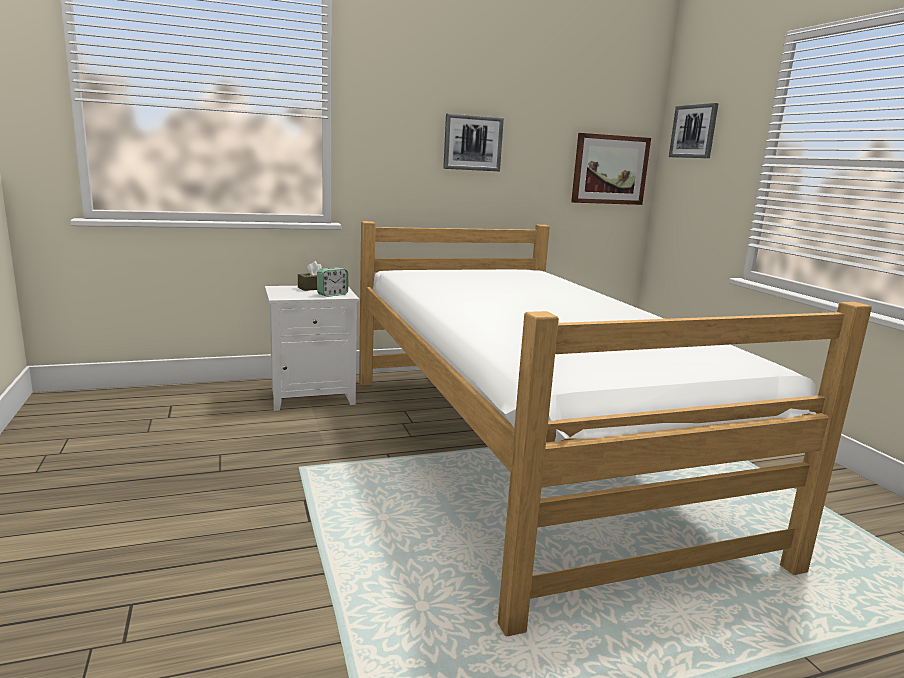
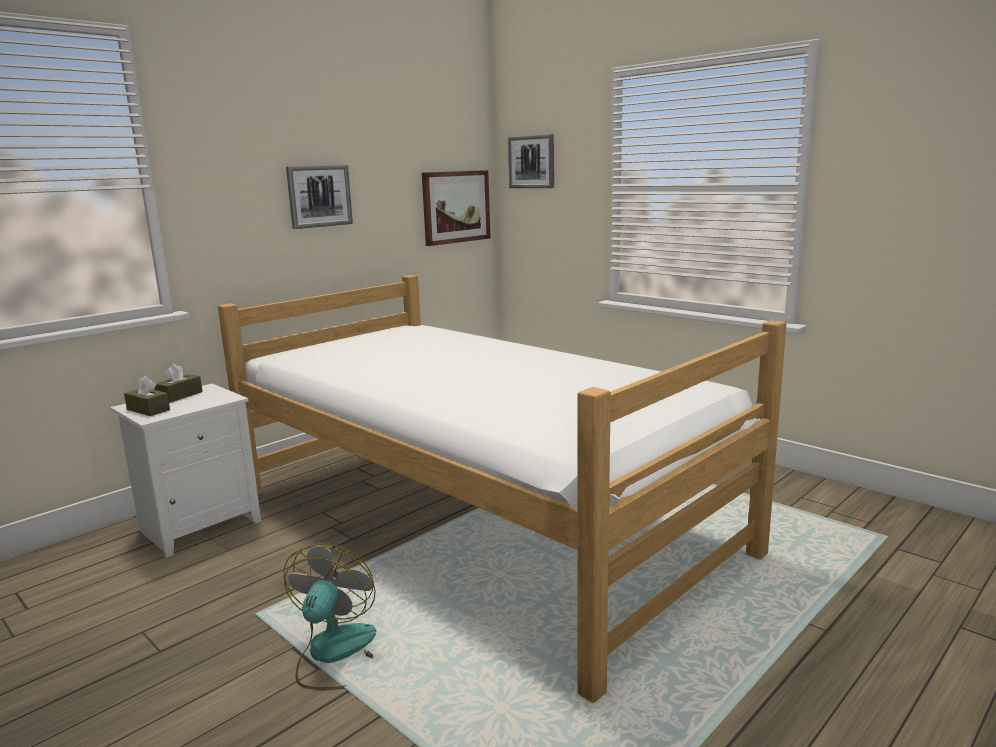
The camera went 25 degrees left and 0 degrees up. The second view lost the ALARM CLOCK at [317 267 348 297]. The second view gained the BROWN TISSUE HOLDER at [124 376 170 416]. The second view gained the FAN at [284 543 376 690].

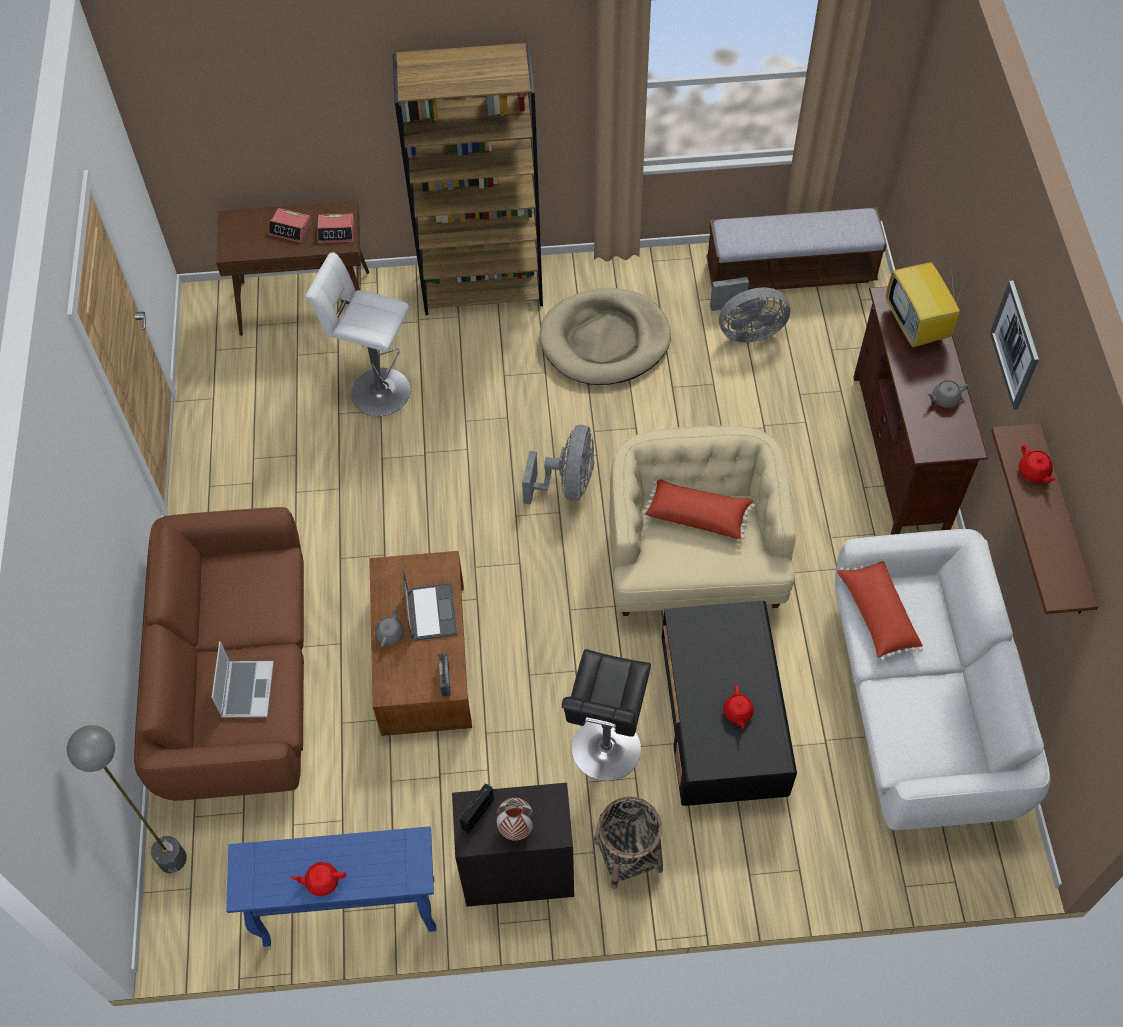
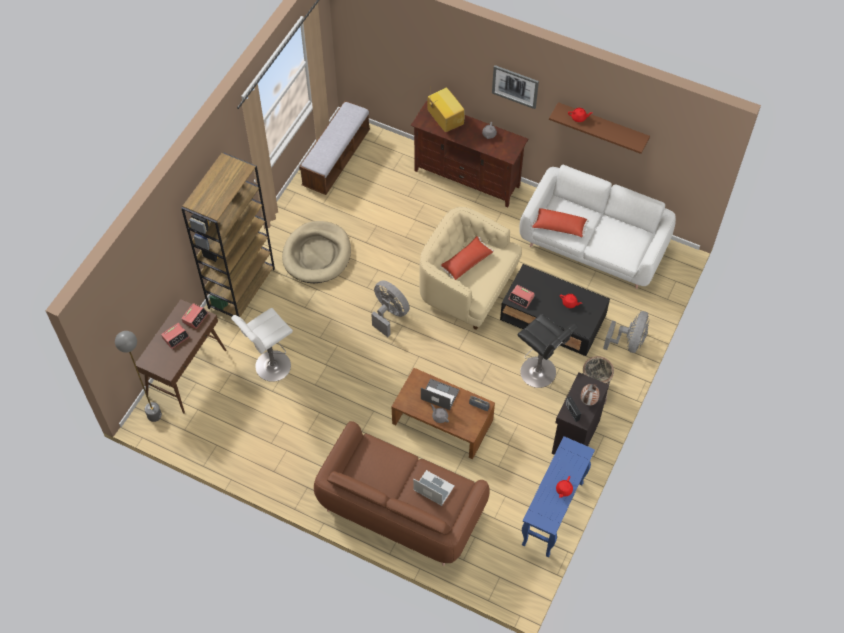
The camera went 60 degrees left and 0 degrees up. The TELEVISION at [886 262 967 347] ended up facing another way, 135 degrees counterclockwise from before. The GREY FAN ended up elsewhere, having gone from [710 277 790 342] to [603 311 649 353]. The GREY STANDARD LAMP ended up elsewhere, having gone from [67 725 187 873] to [115 331 162 422]. The second view gained the ALARM CLOCK at [508 285 535 308].

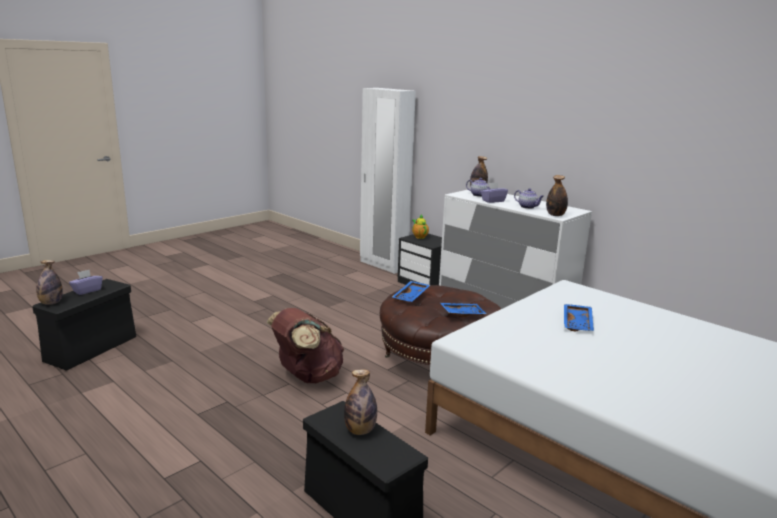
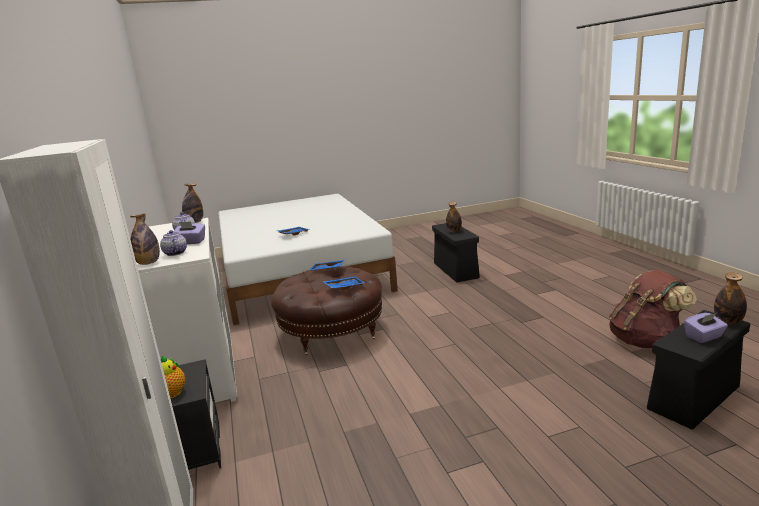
The camera went 150 degrees left and 0 degrees up. The BROWN RUCKSACK ended up elsewhere, having gone from [267 308 344 383] to [609 270 697 348].

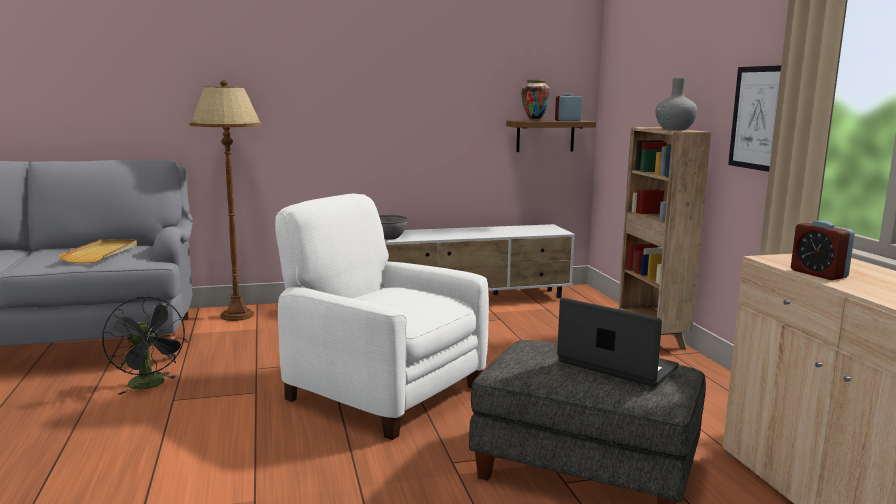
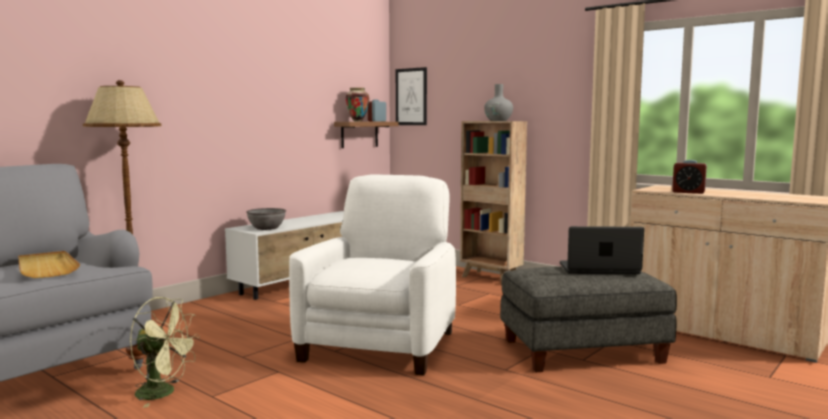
The camera went 35 degrees left and 5 degrees down. The WALL ART ended up elsewhere, having gone from [728 65 781 172] to [396 67 427 125]. The WHITE LOUNGE CHAIR at [275 193 489 440] ended up facing another way, 105 degrees clockwise from before. What was the BLACKISH FAN at [102 296 188 395] turned into the GREEN-COLOURED FAN at [130 297 200 408].

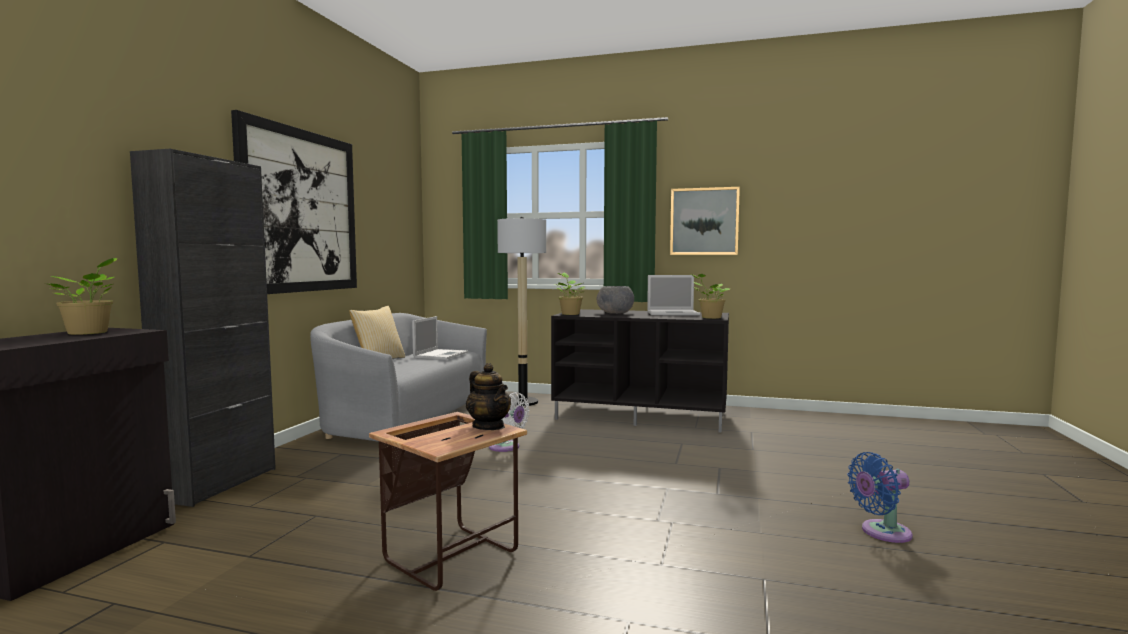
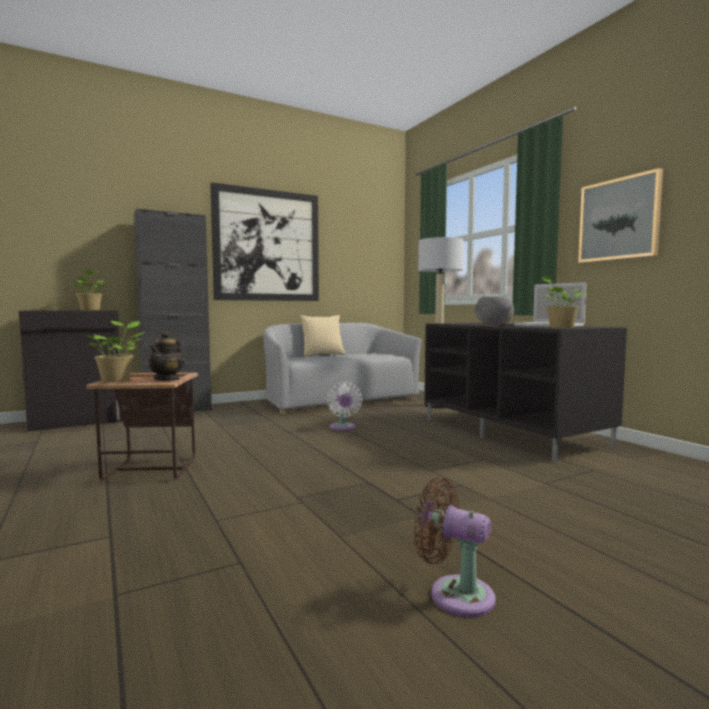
The camera went 45 degrees right and 0 degrees up. The PLANT IN A POT ended up elsewhere, having gone from [555 273 585 315] to [87 321 145 383]. The second view lost the NOTEBOOK COMPUTER at [412 316 468 360]. What was the BLUE-COLOURED FAN at [847 452 913 543] turned into the BROWN FAN at [414 477 495 617].

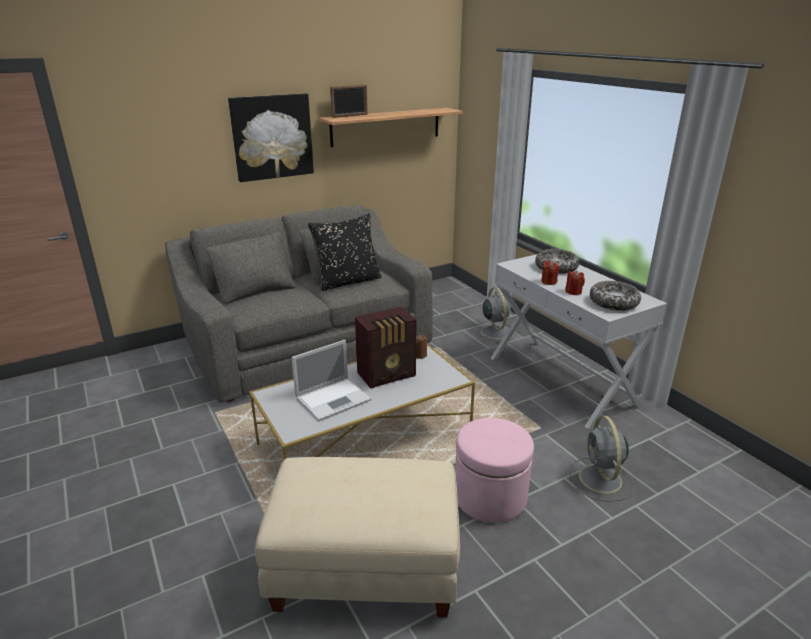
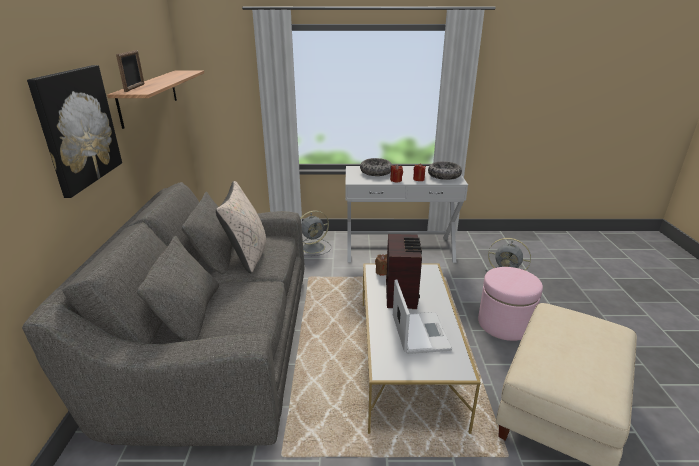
The camera went 60 degrees left and 0 degrees up. What was the BLACKISH THROW PILLOW at [308 213 382 291] turned into the BEIGE THROW PILLOW at [216 181 266 273]. The GREY FAN at [473 287 516 344] ended up facing another way, 135 degrees clockwise from before.

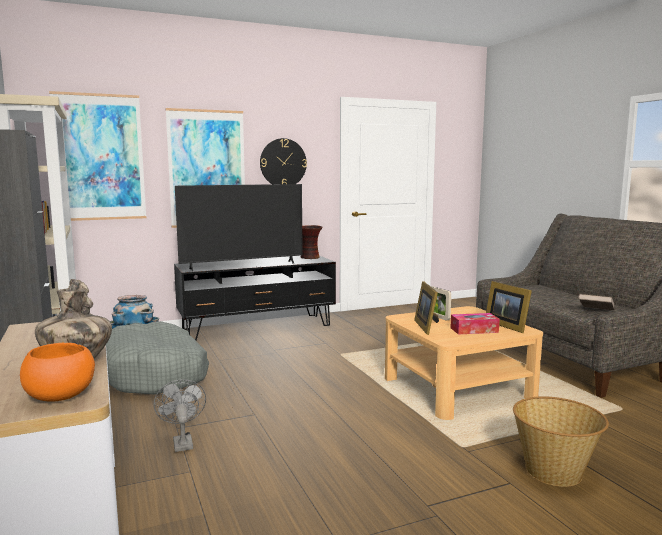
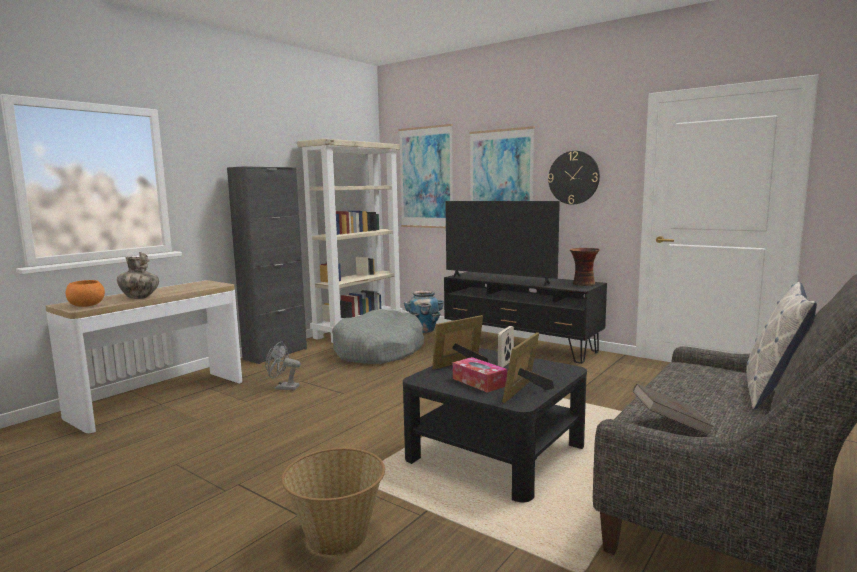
The camera went 60 degrees right and 0 degrees up. What was the BEIGE COFFEE TABLE at [385 306 543 420] turned into the BLACKISH COFFEE TABLE at [403 348 587 502]. The GREY FAN at [154 379 206 452] ended up facing another way, 120 degrees counterclockwise from before. The second view gained the THROW PILLOW at [746 282 817 410].

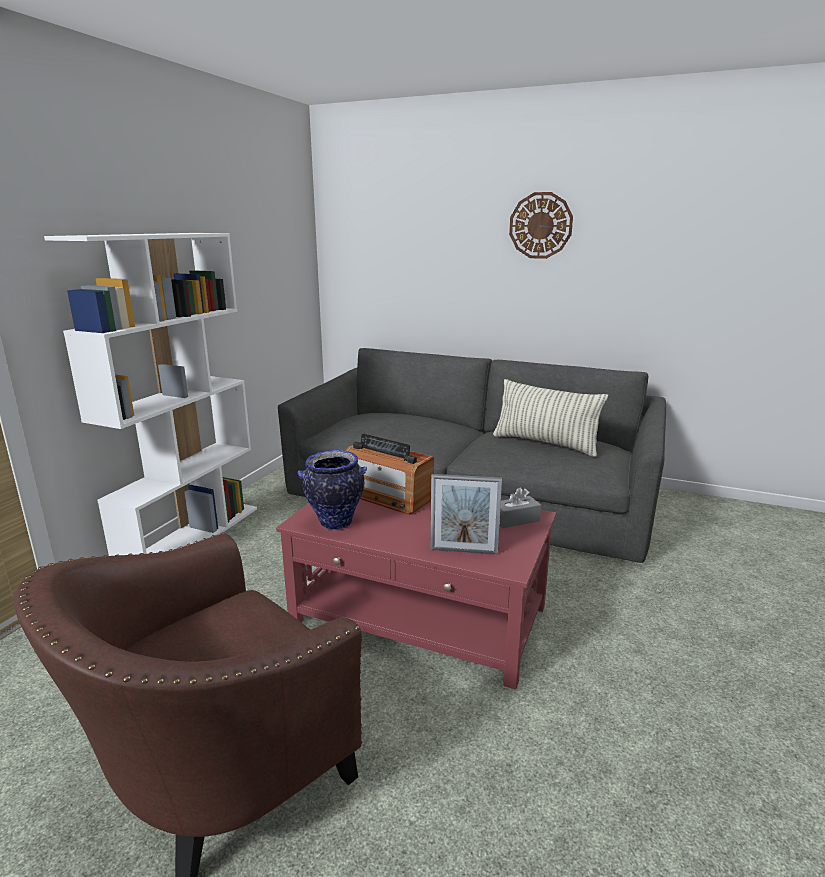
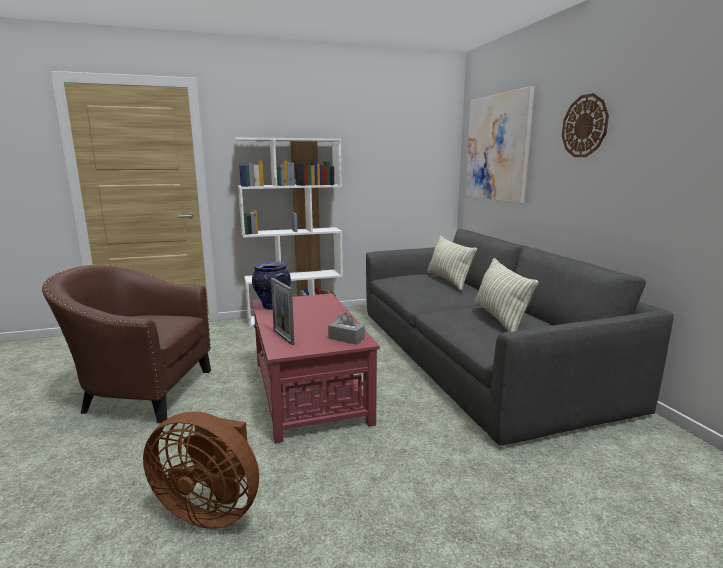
The camera went 50 degrees right and 5 degrees down. The second view lost the RADIO RECEIVER at [345 433 434 515]. The second view gained the WALL ART at [465 86 535 203]. The second view gained the THROW PILLOW at [427 236 477 290]. The second view gained the BROWN FAN at [143 411 259 529].

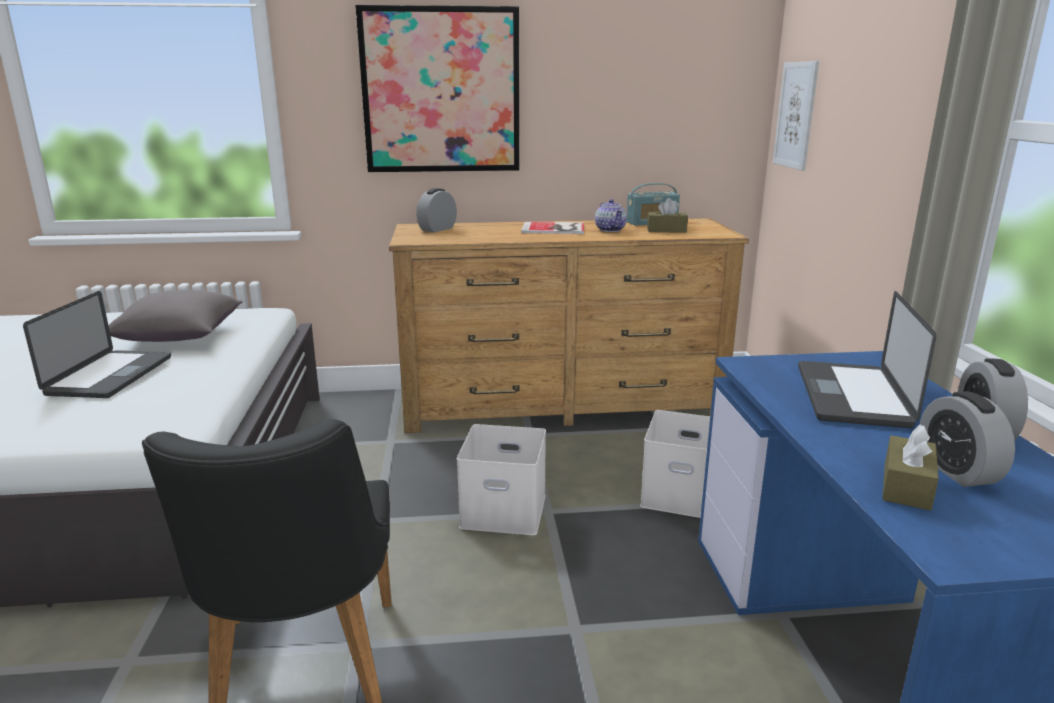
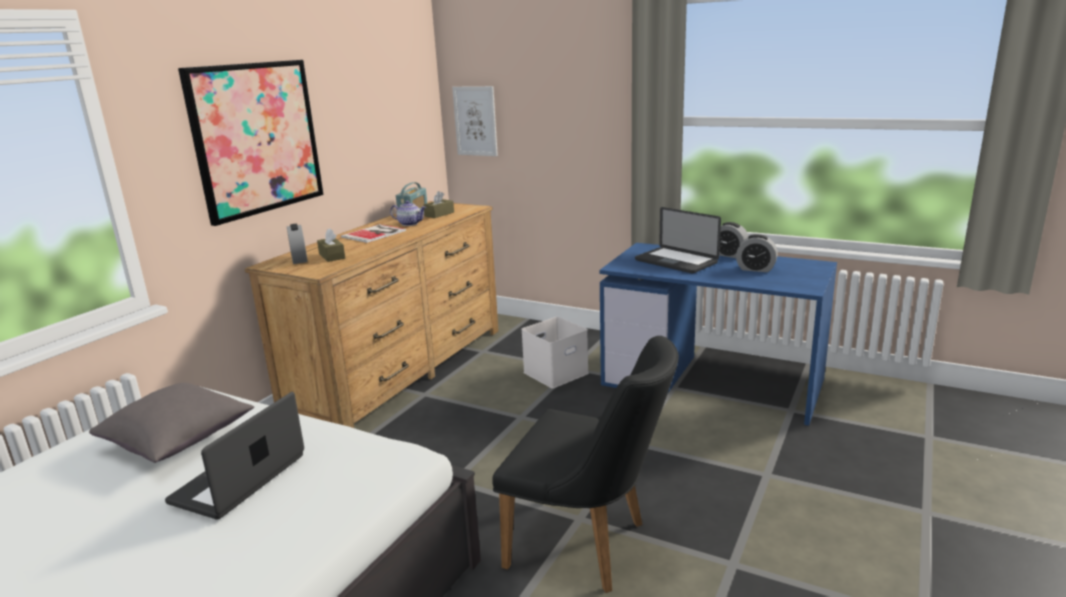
The camera went 55 degrees left and 0 degrees up. The NOTEBOOK COMPUTER at [23 291 171 398] ended up facing another way, 105 degrees counterclockwise from before. The second view lost the WHITE STORAGE CONTAINER at [457 424 546 535]. The BROWN TISSUE HOLDER ended up elsewhere, having gone from [882 425 939 511] to [317 228 345 262].

